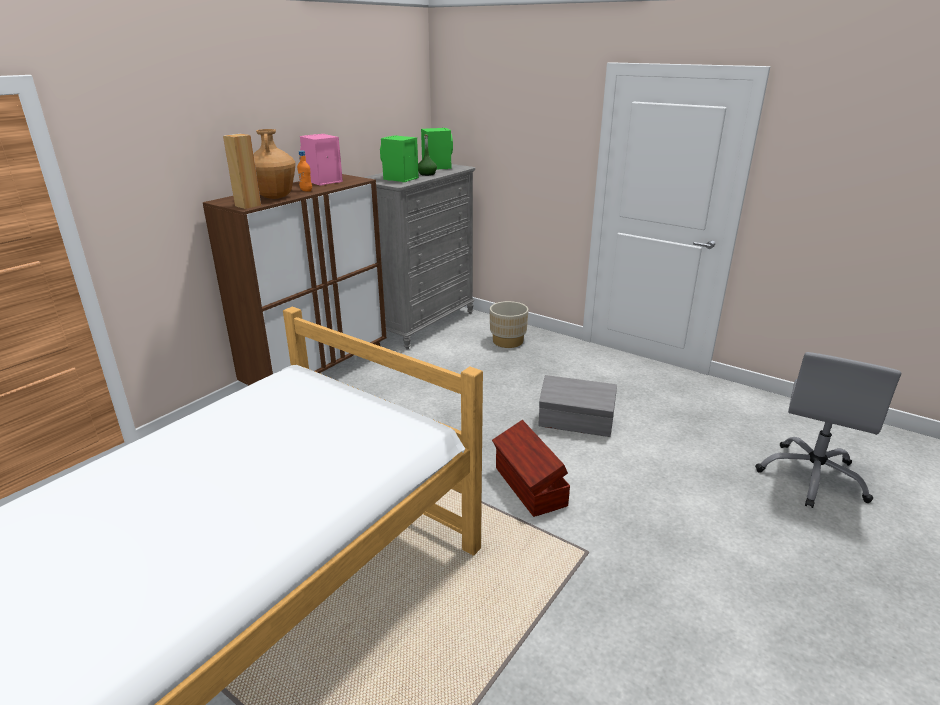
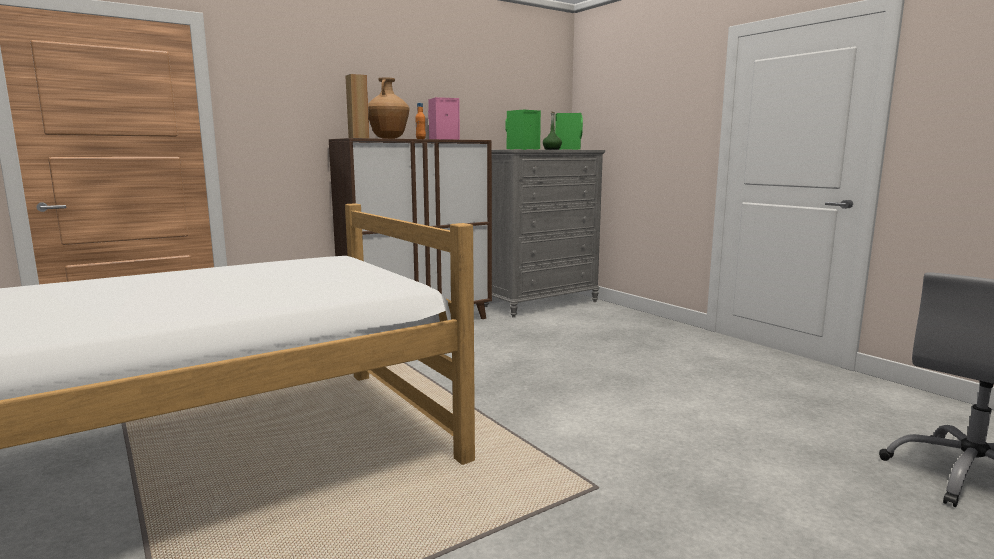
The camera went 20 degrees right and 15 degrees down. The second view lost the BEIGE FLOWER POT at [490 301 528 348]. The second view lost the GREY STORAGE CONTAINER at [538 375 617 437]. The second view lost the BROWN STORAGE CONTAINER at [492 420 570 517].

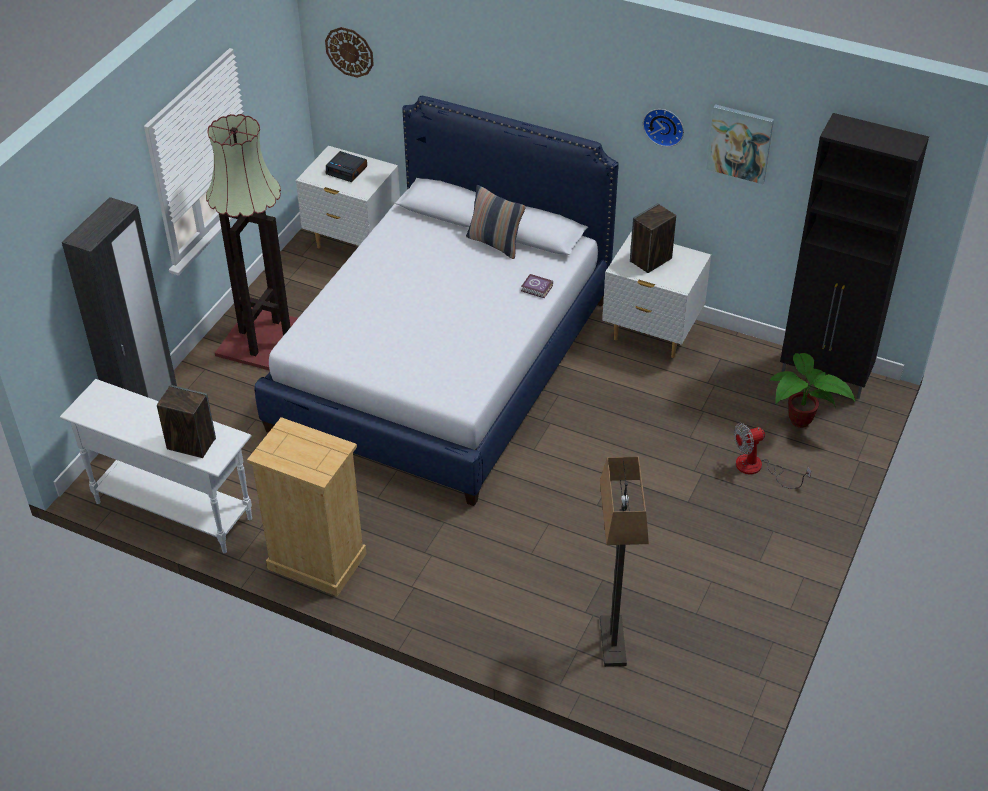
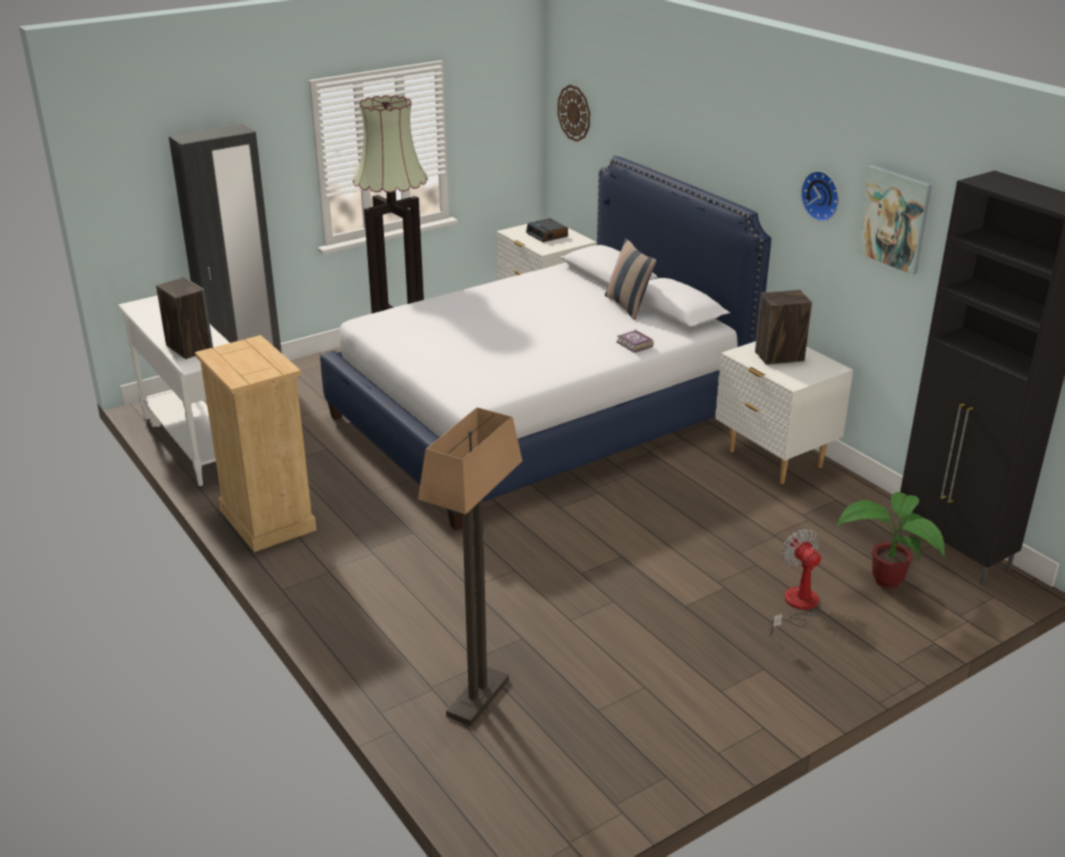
The camera went 30 degrees right and 15 degrees down. The FAN at [734 423 811 489] ended up facing another way, 60 degrees clockwise from before.

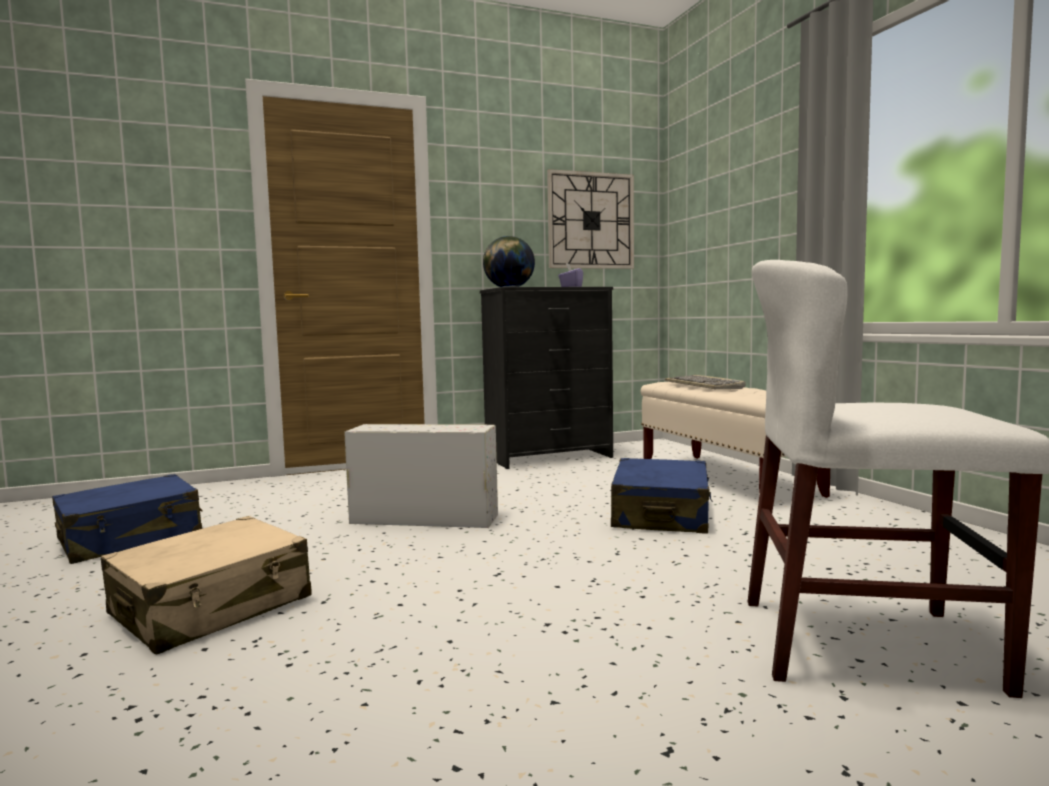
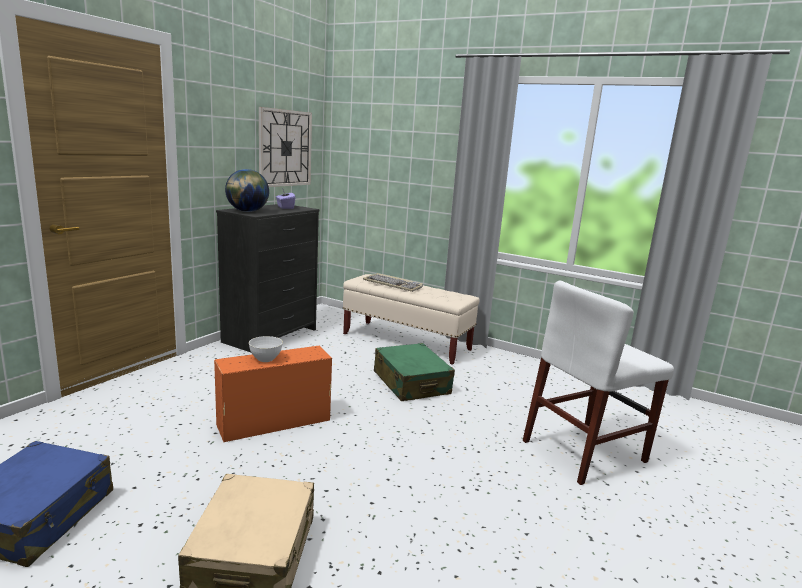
The camera went 40 degrees left and 10 degrees up. What was the WHITE STORAGE CONTAINER at [344 424 498 528] turned into the ORANGE STORAGE CONTAINER at [214 346 332 442]. What was the BLUE-COLOURED SUITCASE at [611 458 713 534] turned into the GREEN-COLOURED SUITCASE at [374 343 455 401]. The second view gained the WHITE BOWL at [249 336 283 362].

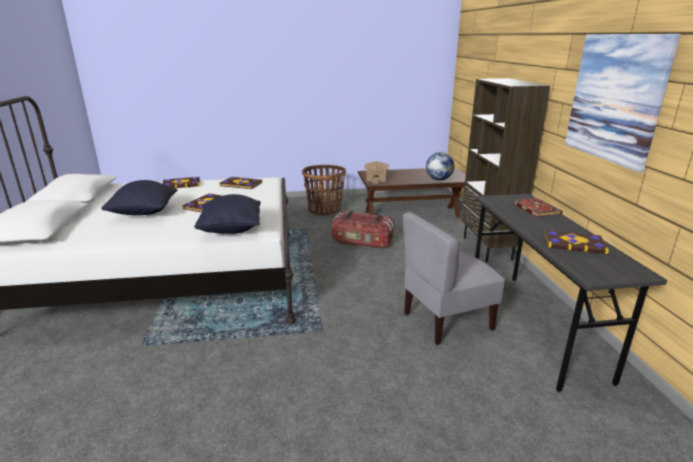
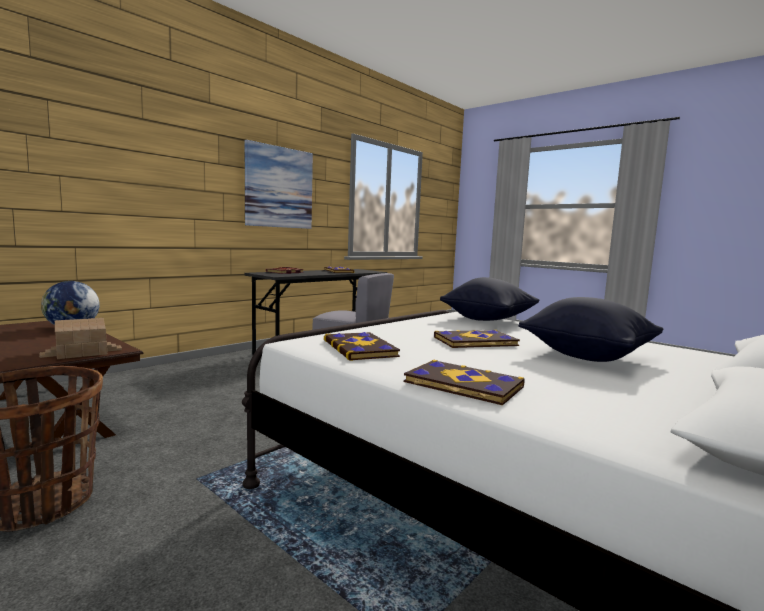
The camera went 130 degrees left and 15 degrees down. The second view lost the BROWN SHELVING UNIT at [461 78 550 262]. The second view lost the STORAGE CONTAINER at [332 211 394 249].

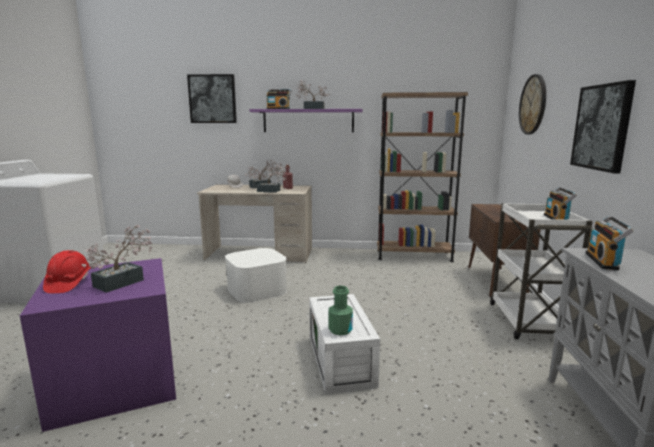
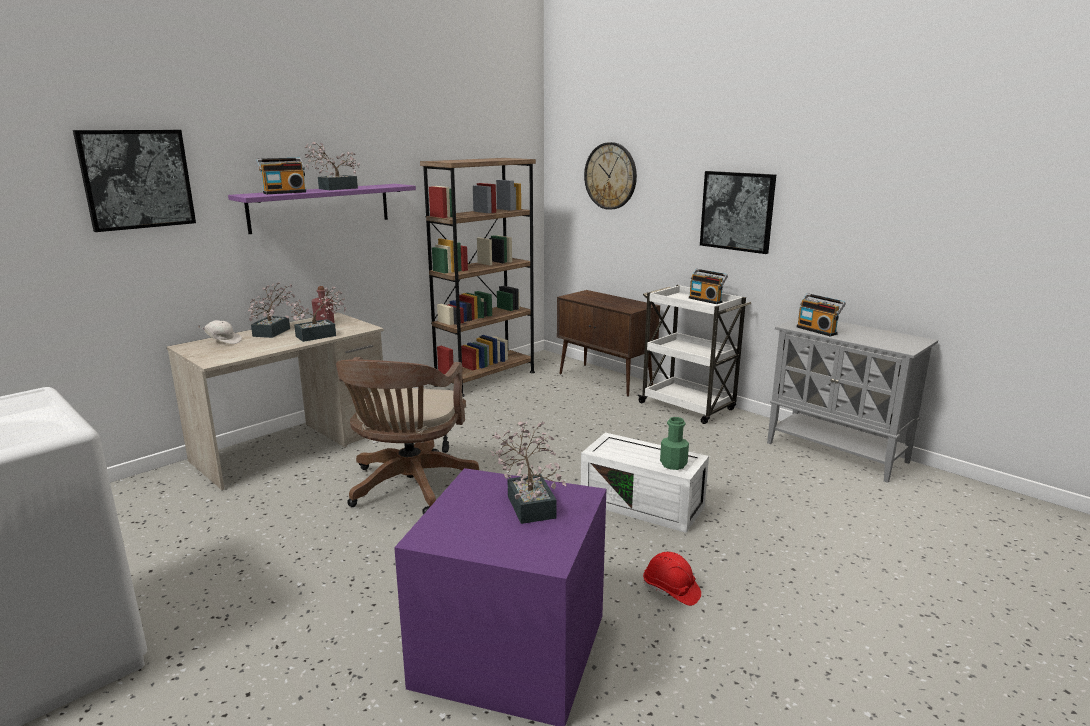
The camera went 50 degrees left and 5 degrees up. Where the WHITE STORAGE CONTAINER stood at [225 248 287 303], the BROWN COMPUTER CHAIR came to stand at [336 357 479 514]. The RED-COLOURED HARD HAT ended up elsewhere, having gone from [43 250 91 293] to [643 552 701 606].

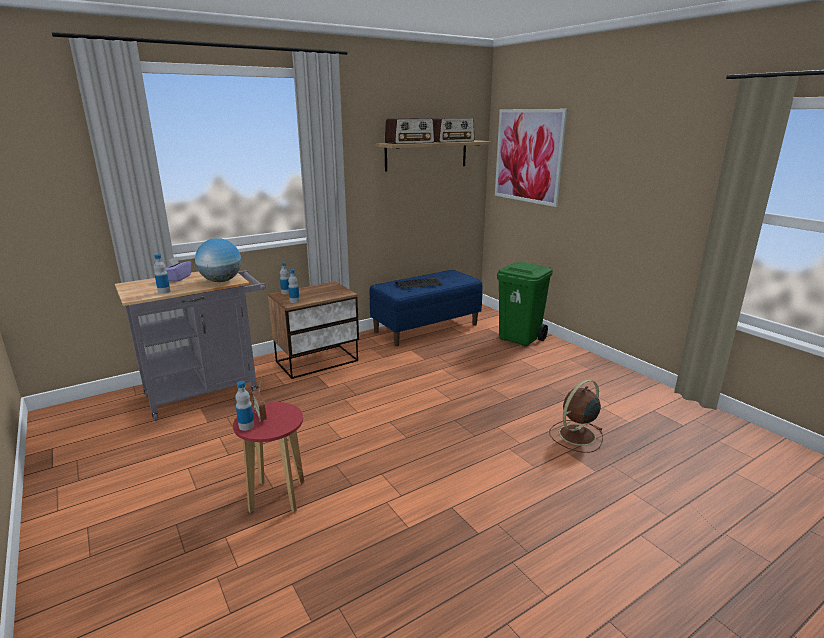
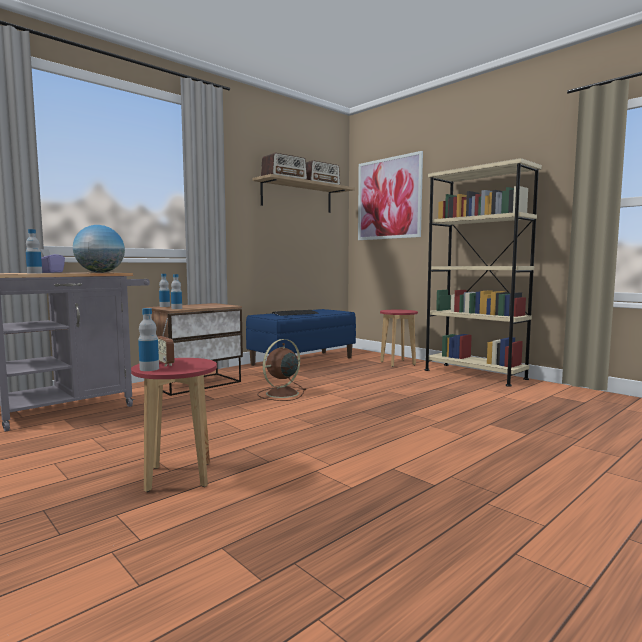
The camera went 10 degrees left and 15 degrees down. Where the GREEN-COLOURED RUBBISH BIN stood at [497 262 553 346], the RED-COLOURED STOOL came to stand at [380 310 418 367]. The BROWN FAN ended up elsewhere, having gone from [550 380 603 453] to [257 339 307 401]. The second view gained the BEIGE SHELVING UNIT at [425 158 542 387].

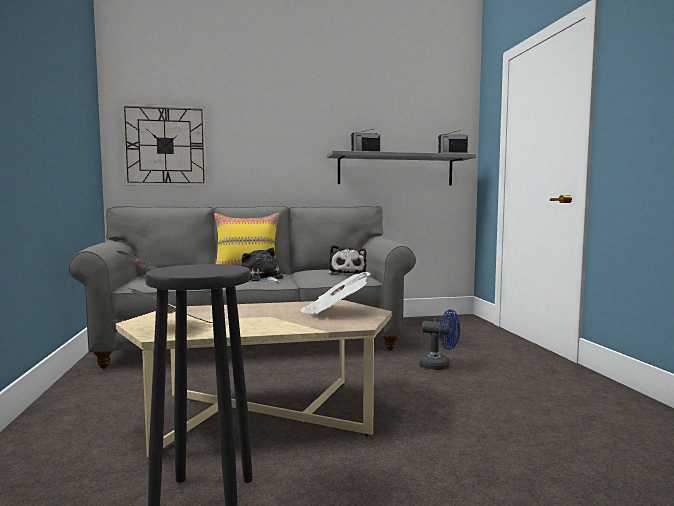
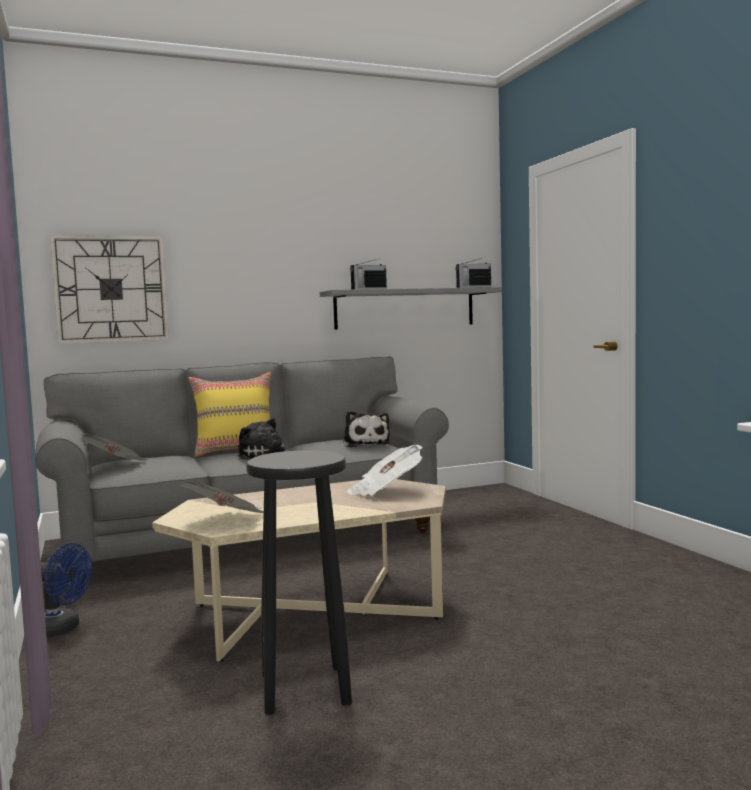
The camera went 10 degrees left and 0 degrees up. The BLUE-COLOURED FAN ended up elsewhere, having gone from [419 309 460 370] to [41 543 92 637].

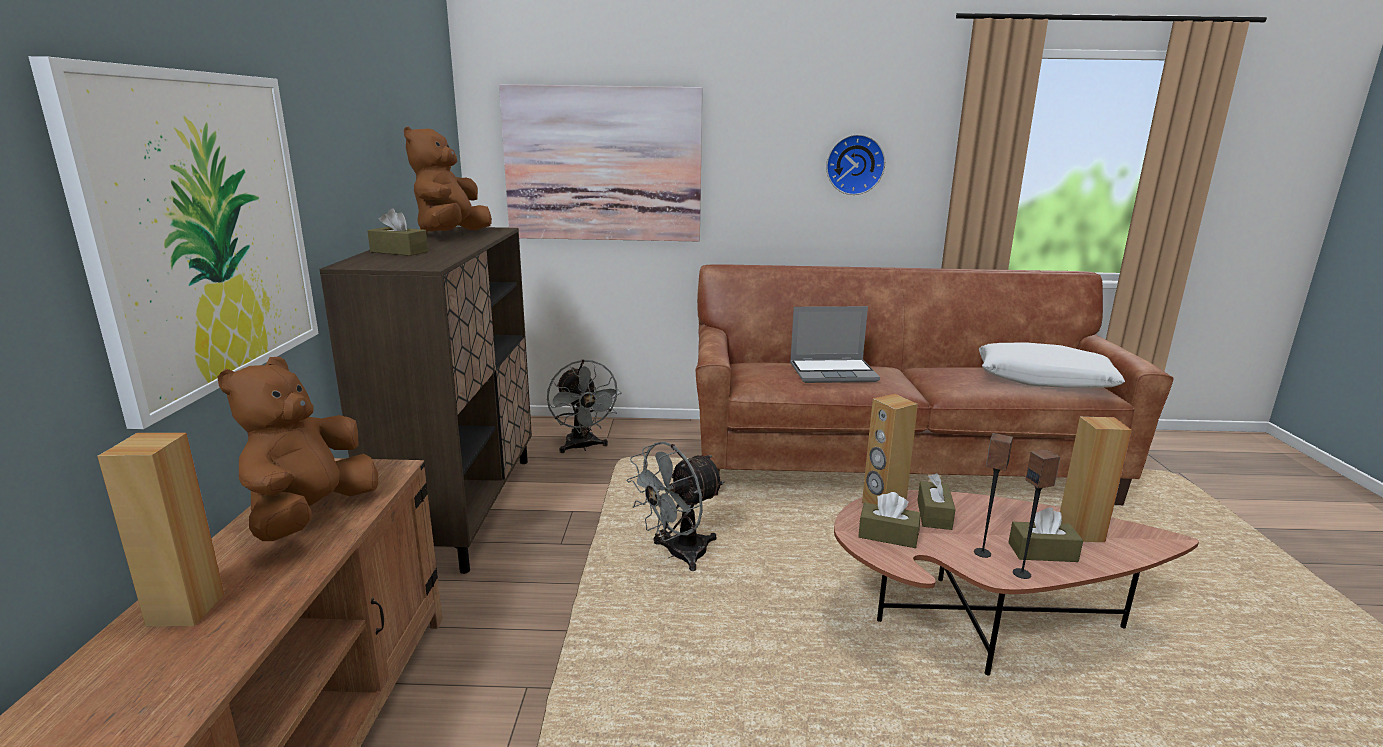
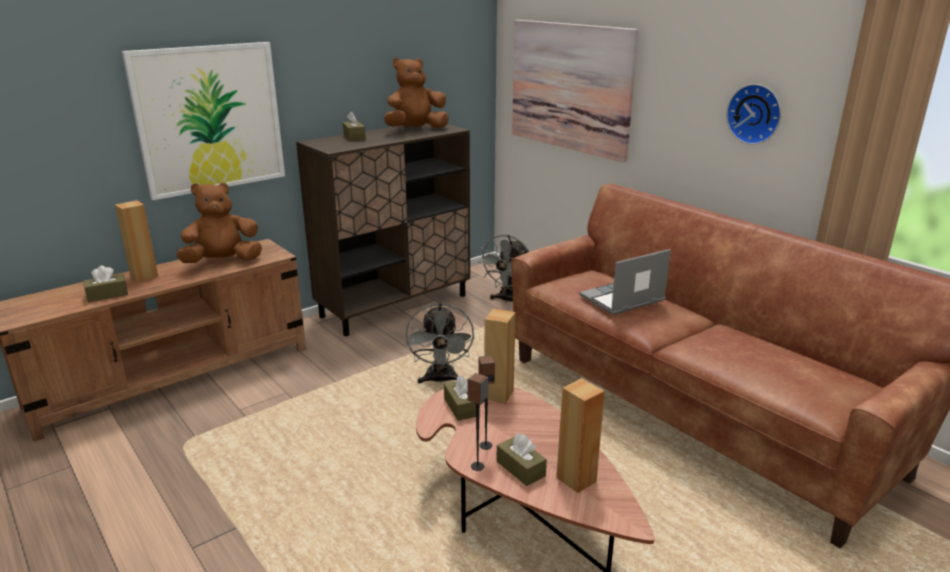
The camera went 50 degrees right and 5 degrees up. The NOTEBOOK COMPUTER at [790 306 880 383] ended up facing another way, 105 degrees clockwise from before. The second view lost the WHITE THROW PILLOW at [979 342 1125 388]. The GREY FAN at [627 441 725 571] ended up facing another way, 105 degrees counterclockwise from before. The BROWN TISSUE HOLDER ended up elsewhere, having gone from [917 473 956 530] to [84 265 128 302].

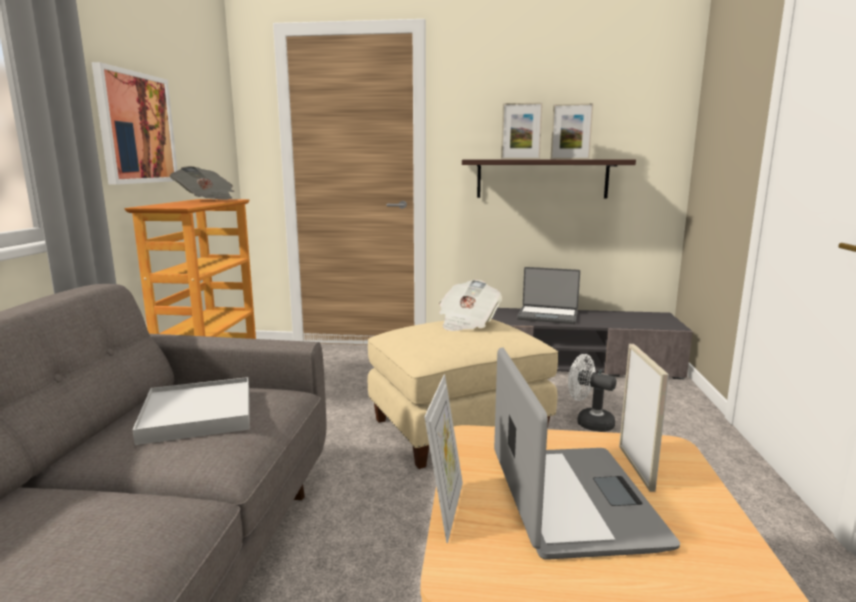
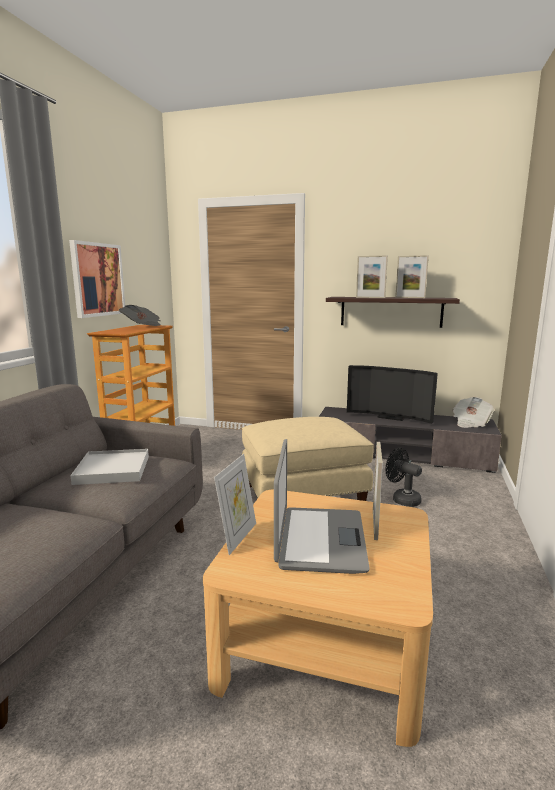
The camera went 10 degrees right and 0 degrees up. Where the NOTEBOOK COMPUTER stood at [517 267 580 324], the TELEVISION came to stand at [347 365 438 424]. The DAILY PAPER ended up elsewhere, having gone from [439 280 502 331] to [452 397 495 428]. What was the WHITE FAN at [568 354 616 432] turned into the BLACKISH FAN at [385 448 422 507].

